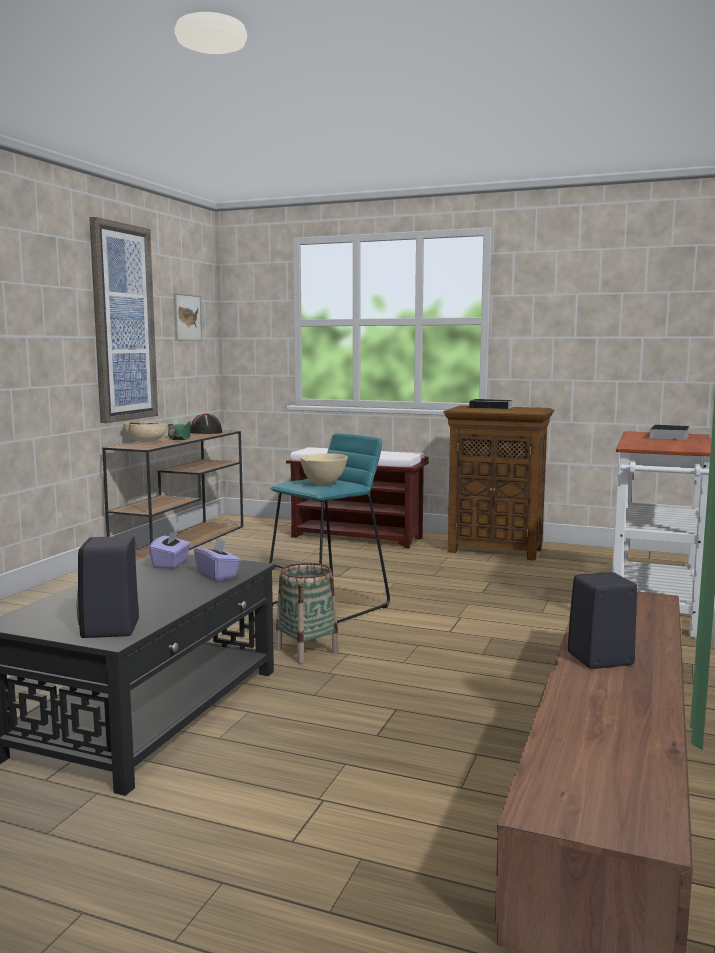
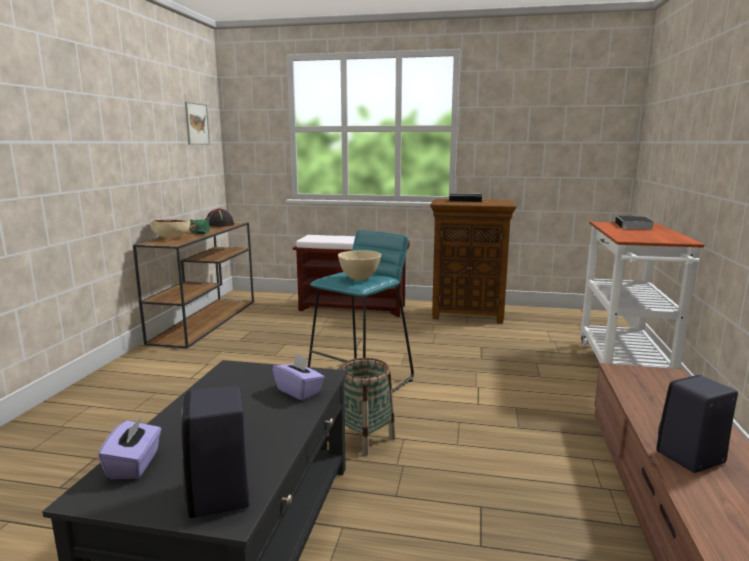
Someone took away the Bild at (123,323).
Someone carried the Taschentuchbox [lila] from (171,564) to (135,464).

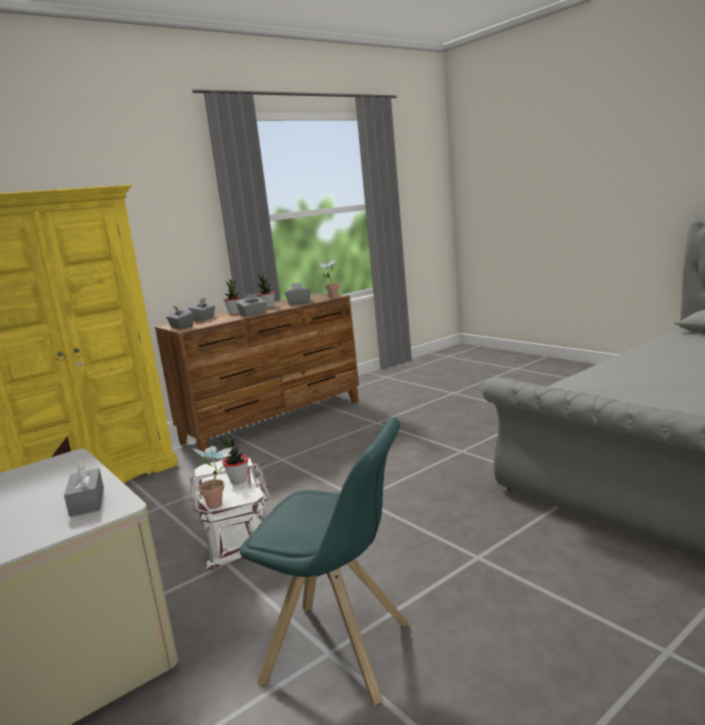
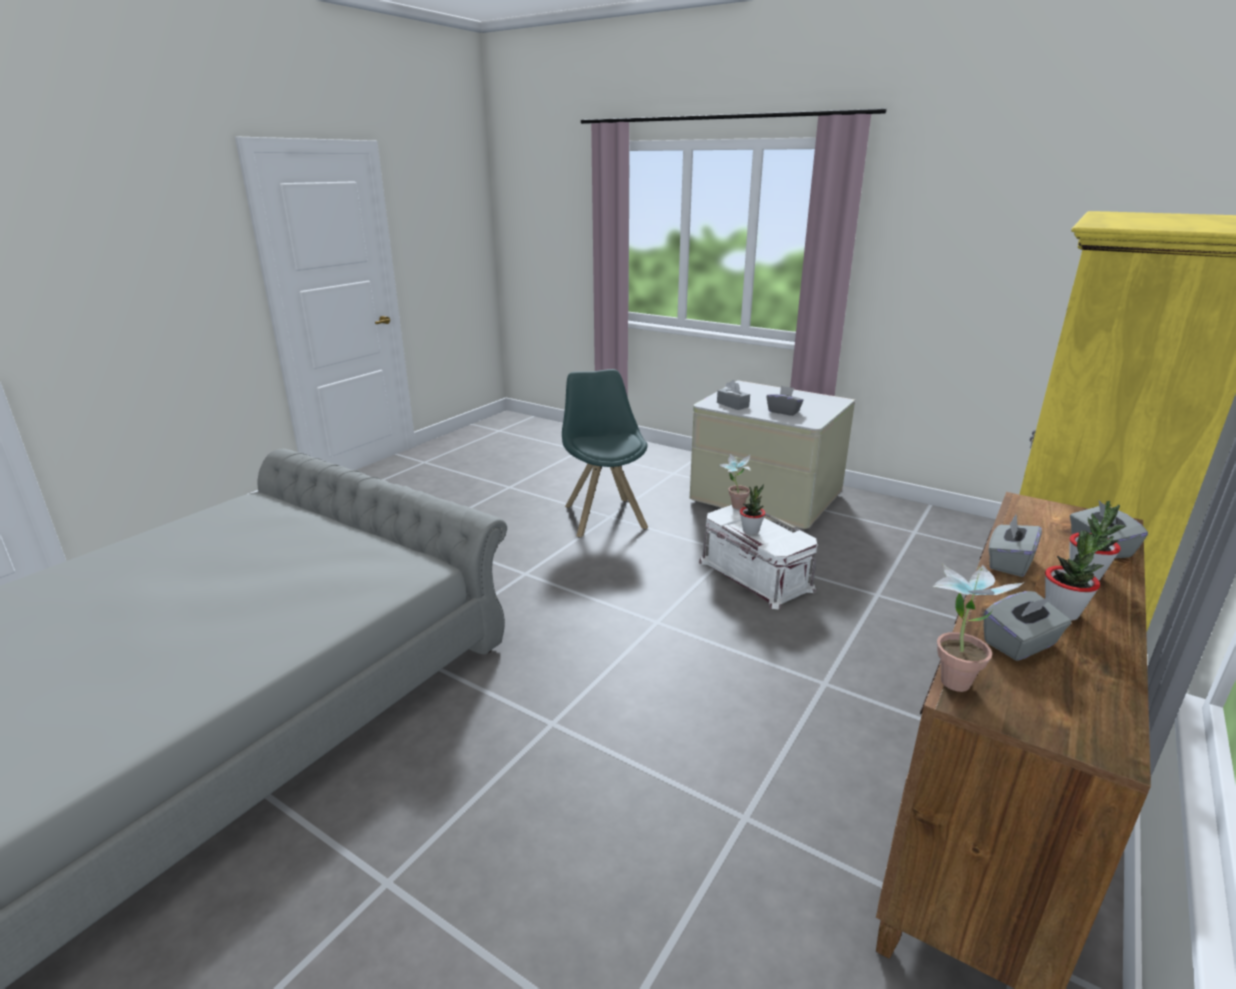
Someone carried the Taschentuchbox [grau] from (181,327) to (783,411).
Someone rotated the Stuhl [türkis] at (339,652) by 75 degrees clockwise.

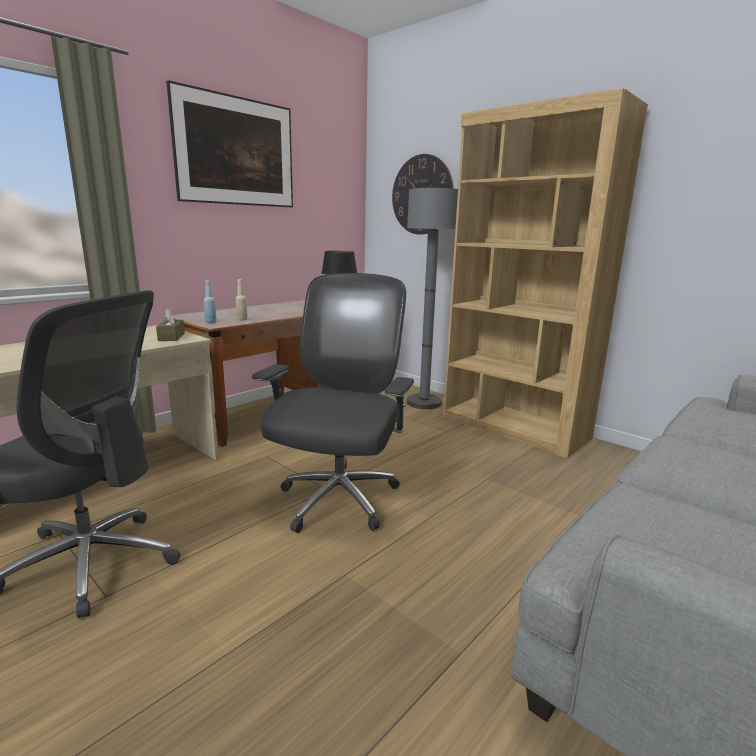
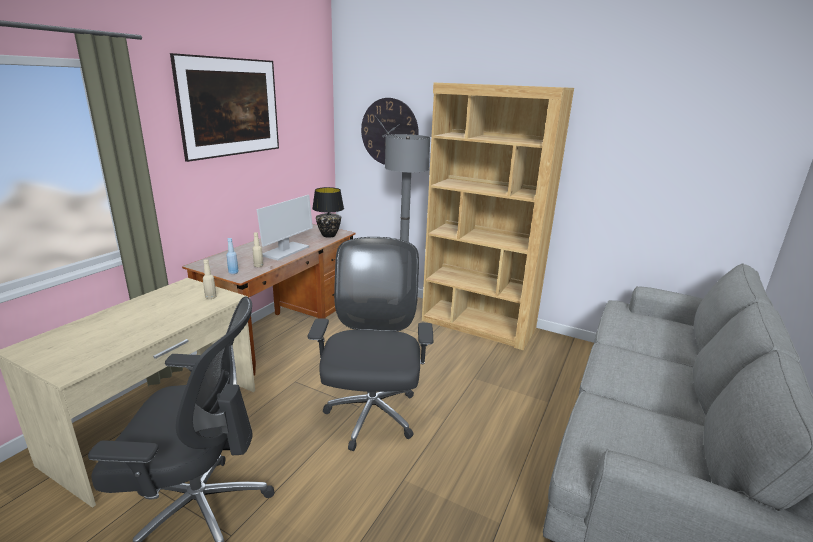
Someone swapped the Taschentuchbox [braun] at (171,337) for the Flasche [beige] at (211,297).
Someone put down the Monitor at (285,251).

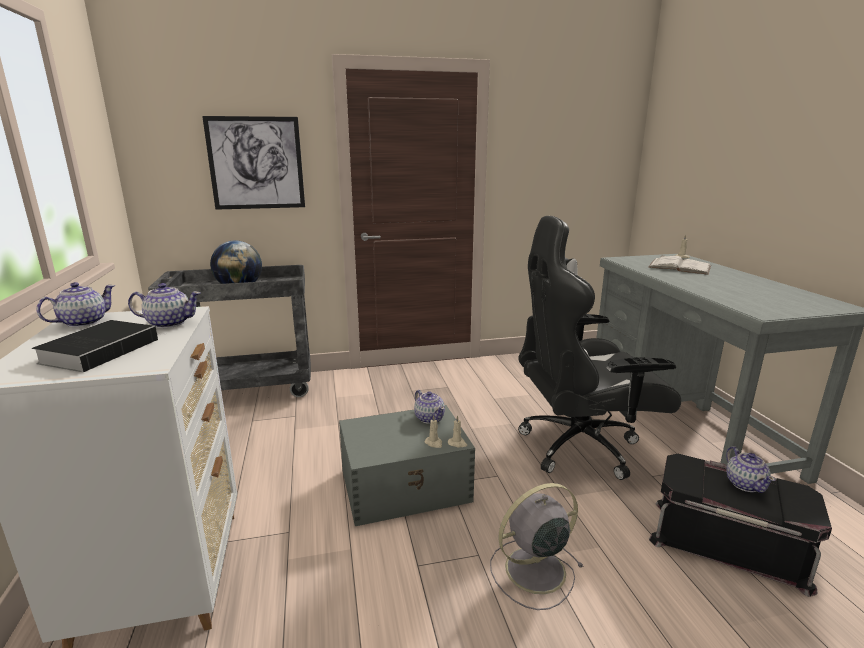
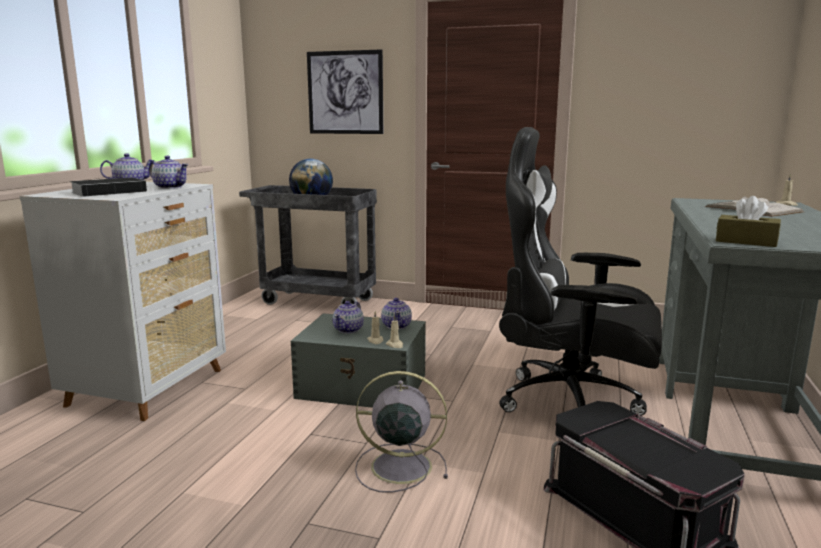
Someone carried the Teekanne from (745,484) to (349,329).
Someone put down the Taschentuchbox [braun] at (746,241).

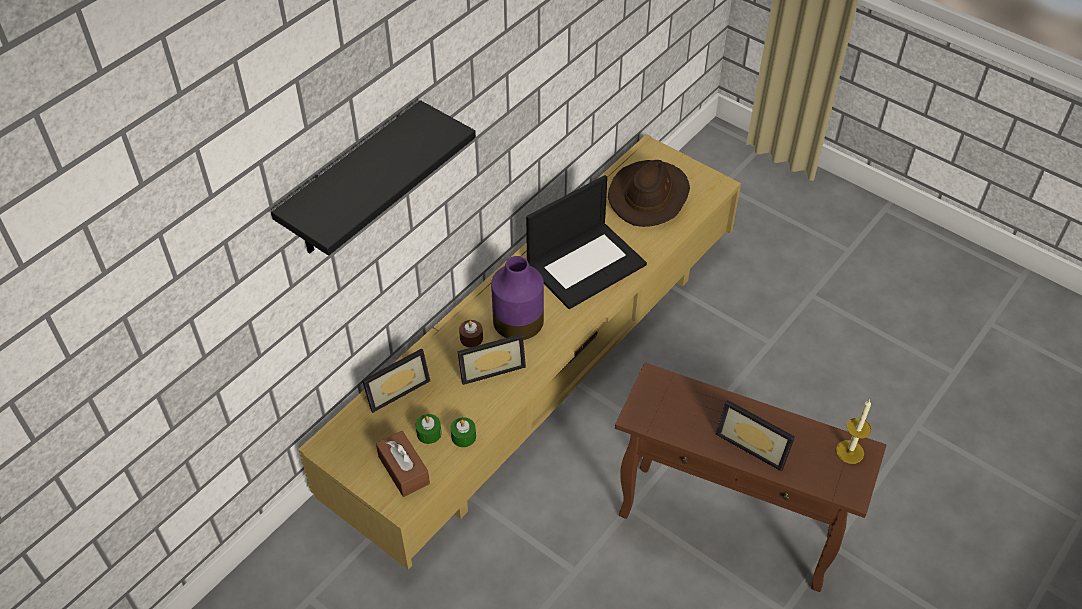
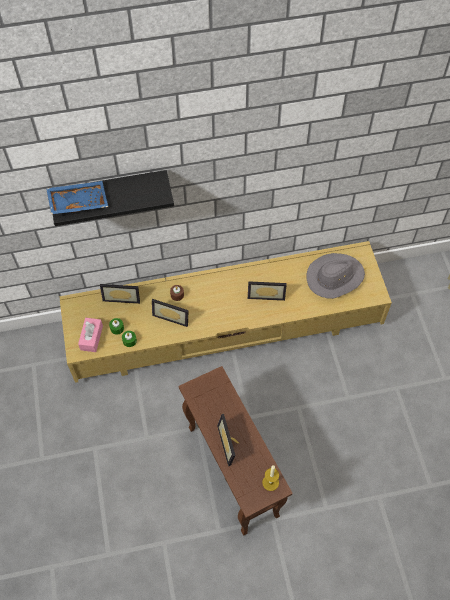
Someone repainted the Hut [braun] at (649,195), which became the Hut [grau] at (335,277).
Someone swapped the Laptop at (586,264) for the Bilderrahmen at (266,293).
Someone took away the Vase [lila] at (519,320).
Someone repainted the Taschentuchbox [braun] at (404,470), which became the Taschentuchbox [rosa] at (91,337).
Someone put down the Tablett [blau] at (78,201).

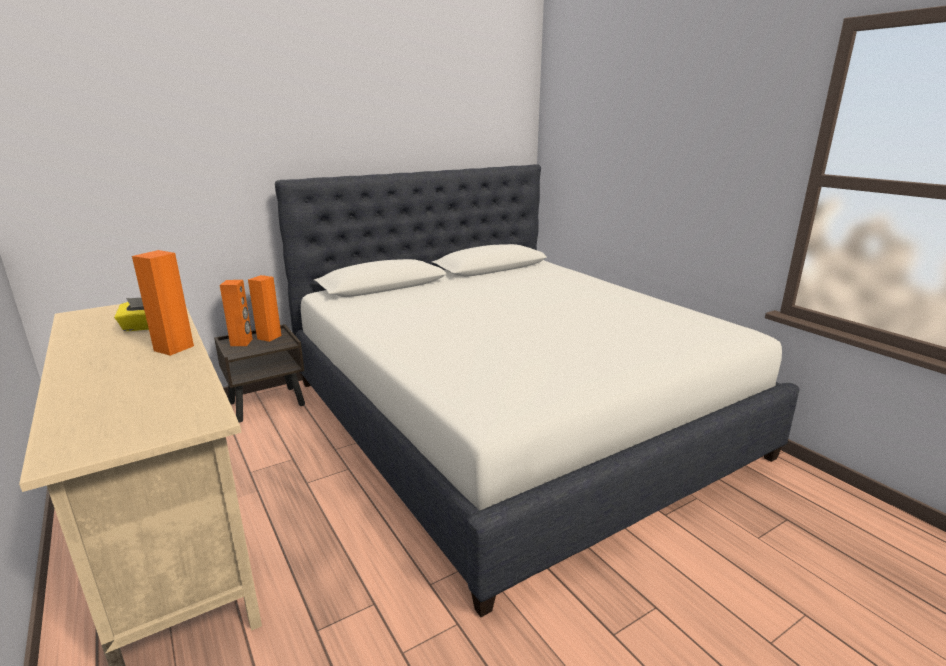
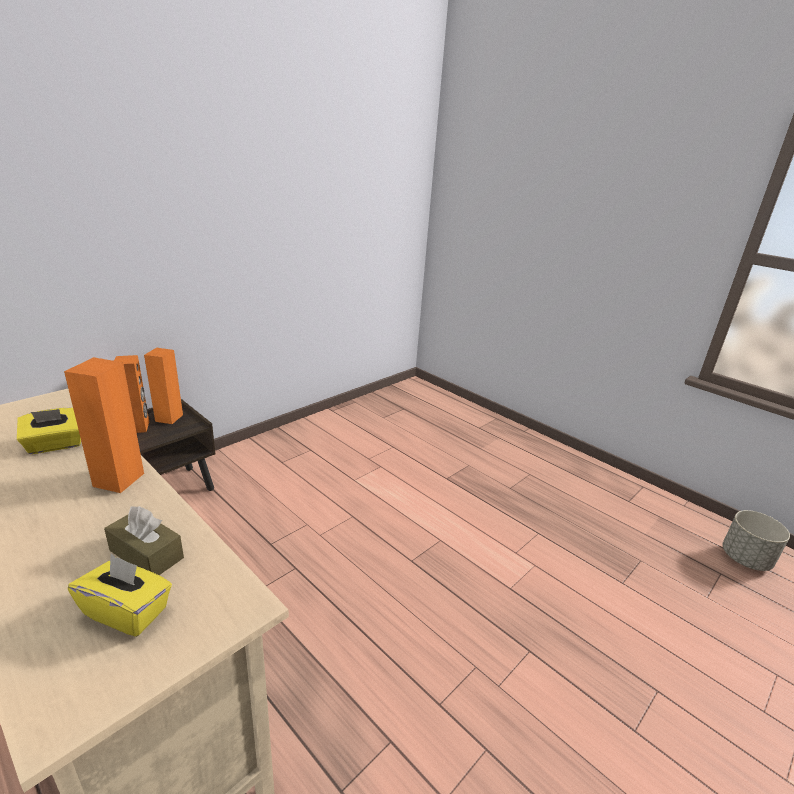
Someone took away the Bett [weiß] at (511,416).
Someone put down the Taschentuchbox [braun] at (146,554).
Someone put down the Pflanzkübel [grau] at (745,558).
Someone put down the Taschentuchbox [gelb] at (127,611).

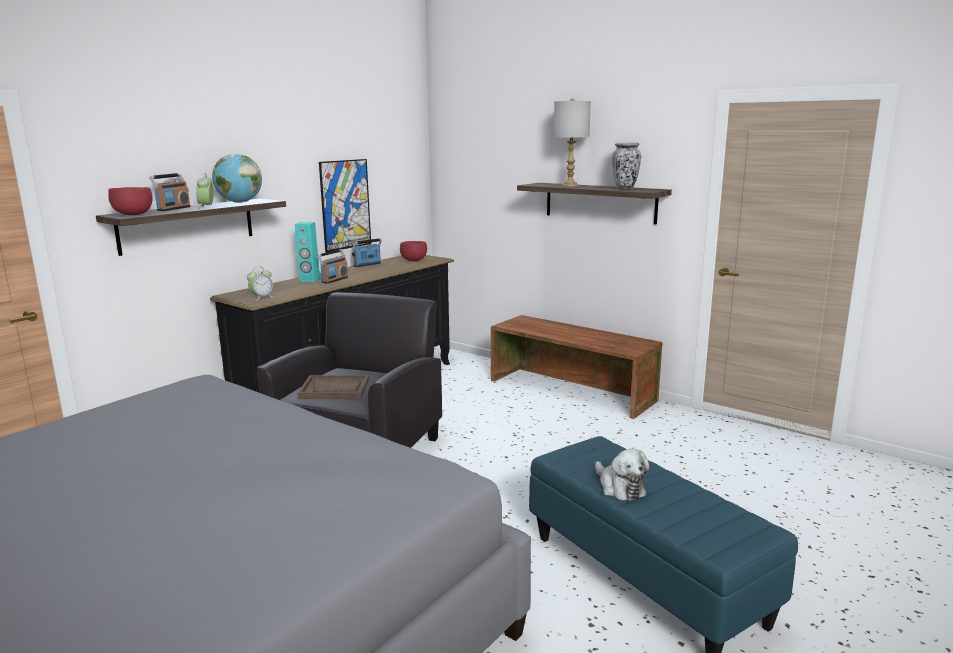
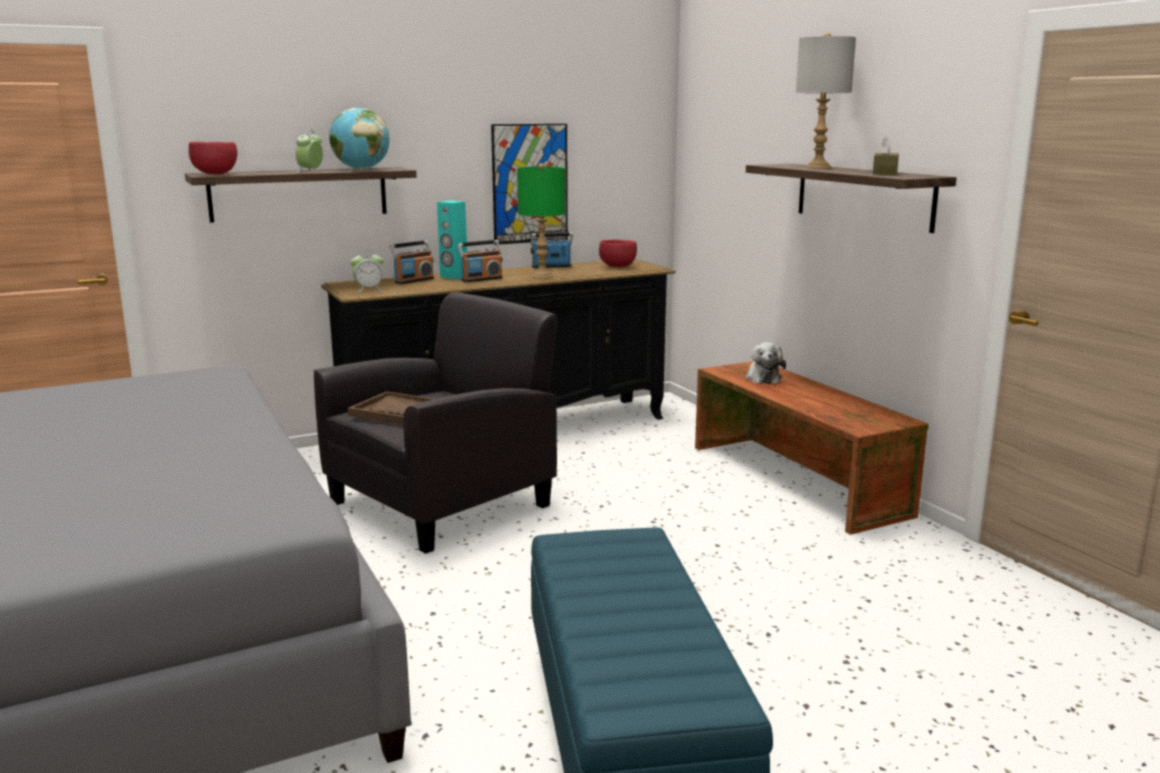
Someone swapped the Vase at (625,188) for the Taschentuchbox [braun] at (885,173).
Someone carried the Radio from (173,209) to (414,280).
Someone carried the Plüschtier from (619,487) to (763,378).
Someone put down the Tischlampe [grün] at (542,276).

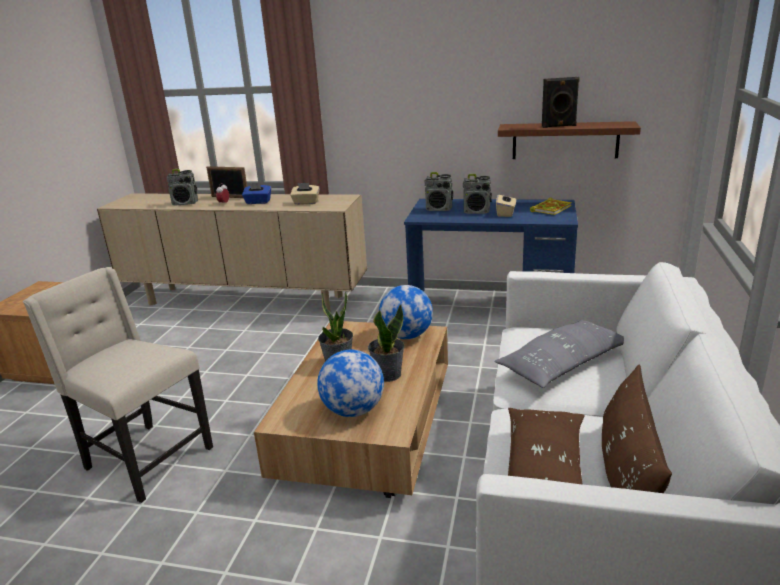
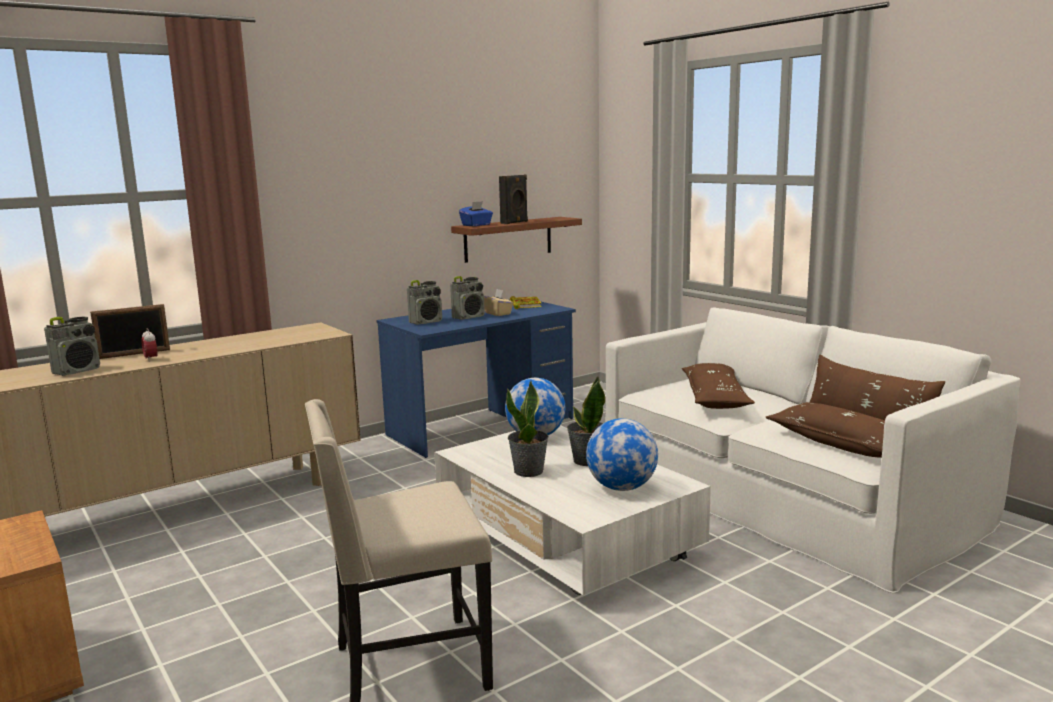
Someone carried the Taschentuchbox [blau] from (258,202) to (476,225).
Someone took away the Taschentuchbox [beige] at (306,202).
Someone repainted the Kissen [grau] at (563,364), which became the Kissen [braun] at (715,398).
Someone repainted the Couchtisch [braun] at (367,426), which became the Couchtisch [weiß] at (564,535).

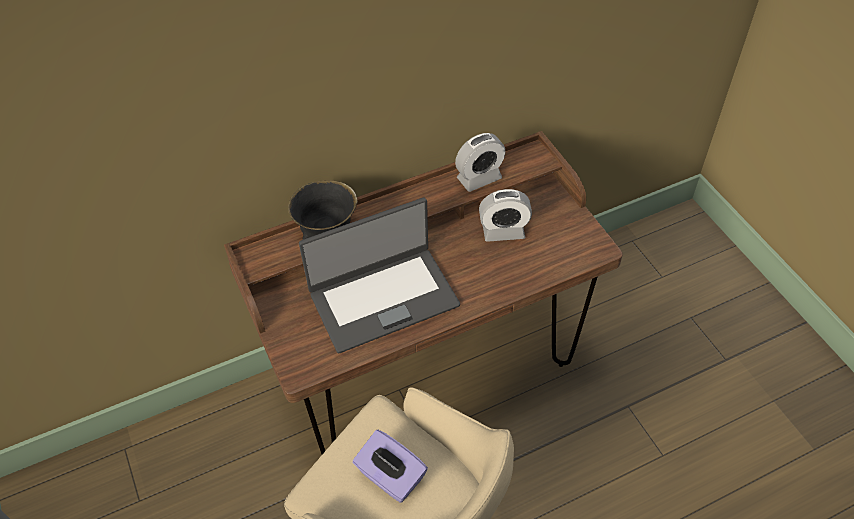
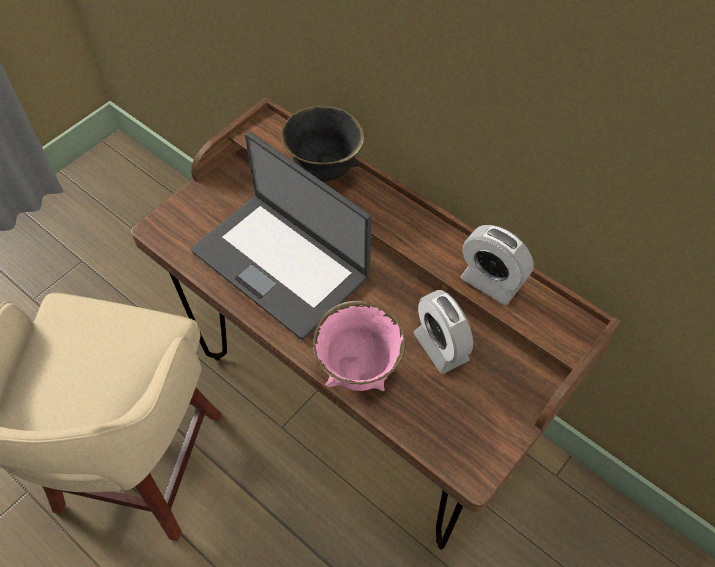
Someone took away the Taschentuchbox [lila] at (390,477).
Someone put down the Schüssel [rosa] at (359,370).

